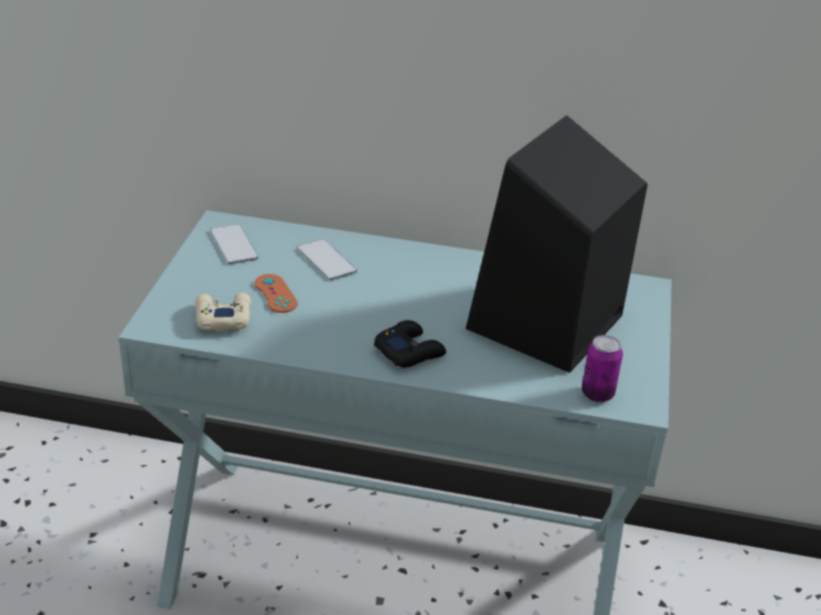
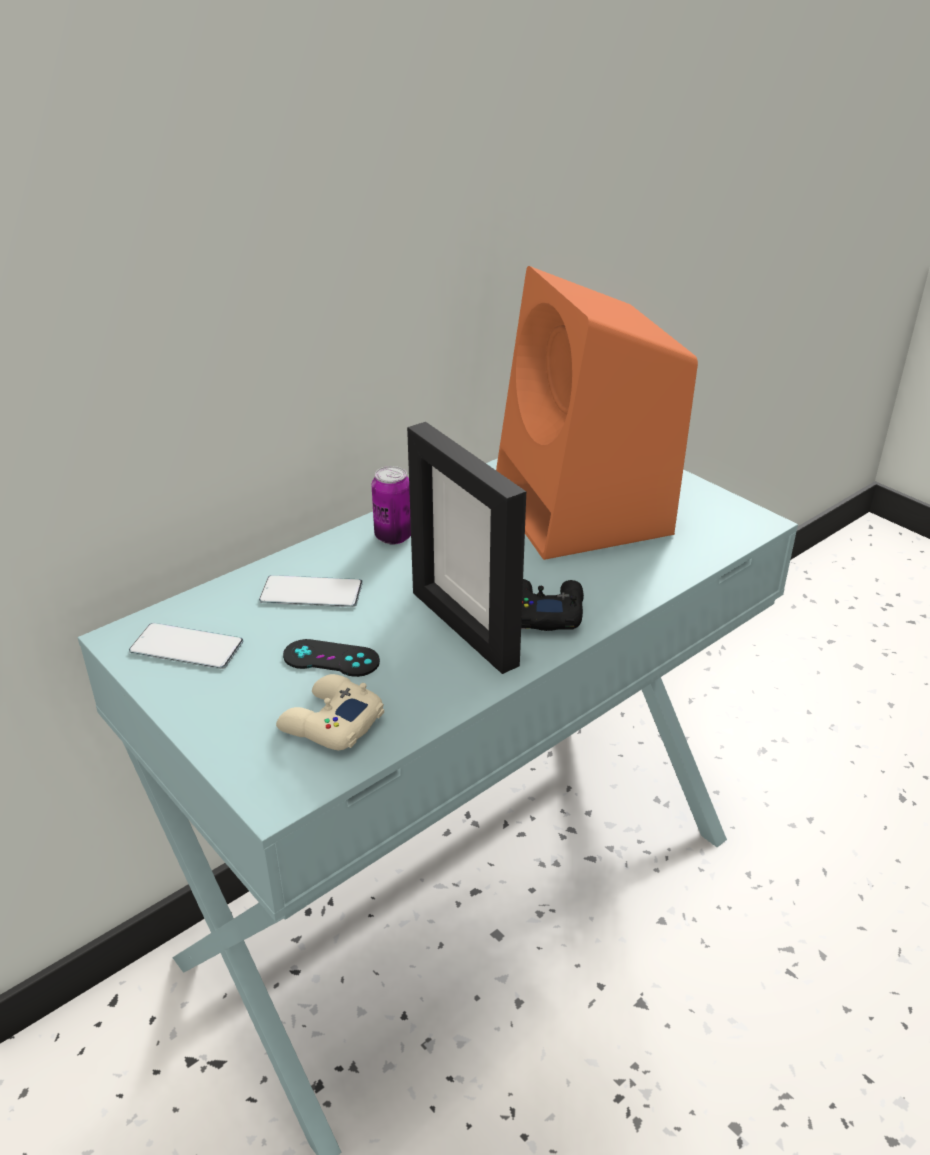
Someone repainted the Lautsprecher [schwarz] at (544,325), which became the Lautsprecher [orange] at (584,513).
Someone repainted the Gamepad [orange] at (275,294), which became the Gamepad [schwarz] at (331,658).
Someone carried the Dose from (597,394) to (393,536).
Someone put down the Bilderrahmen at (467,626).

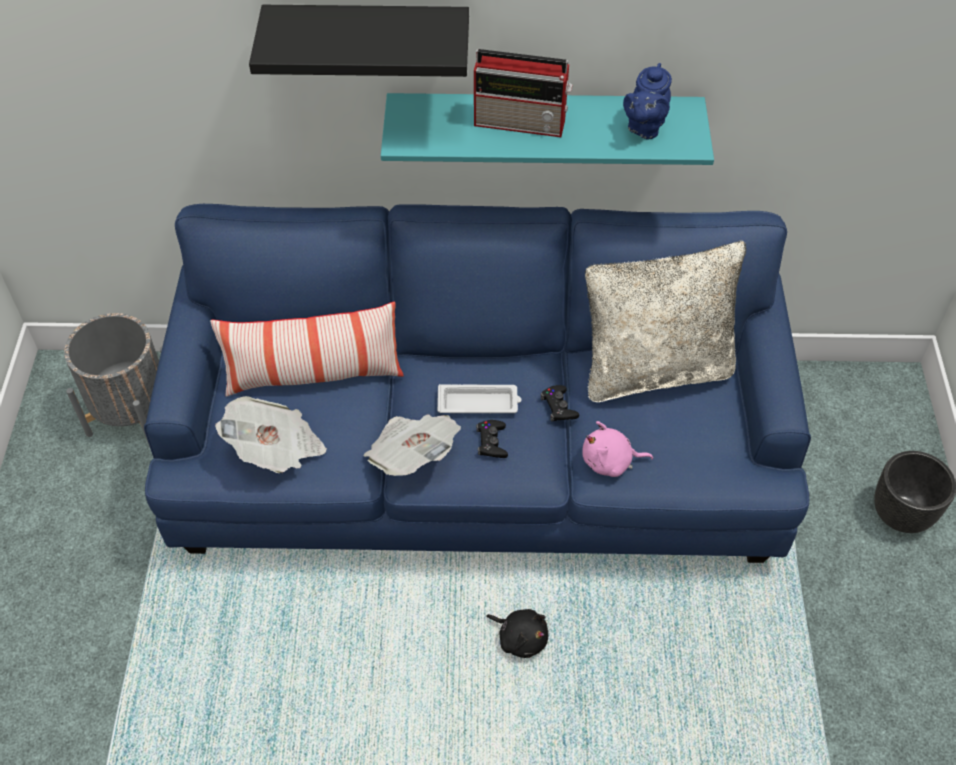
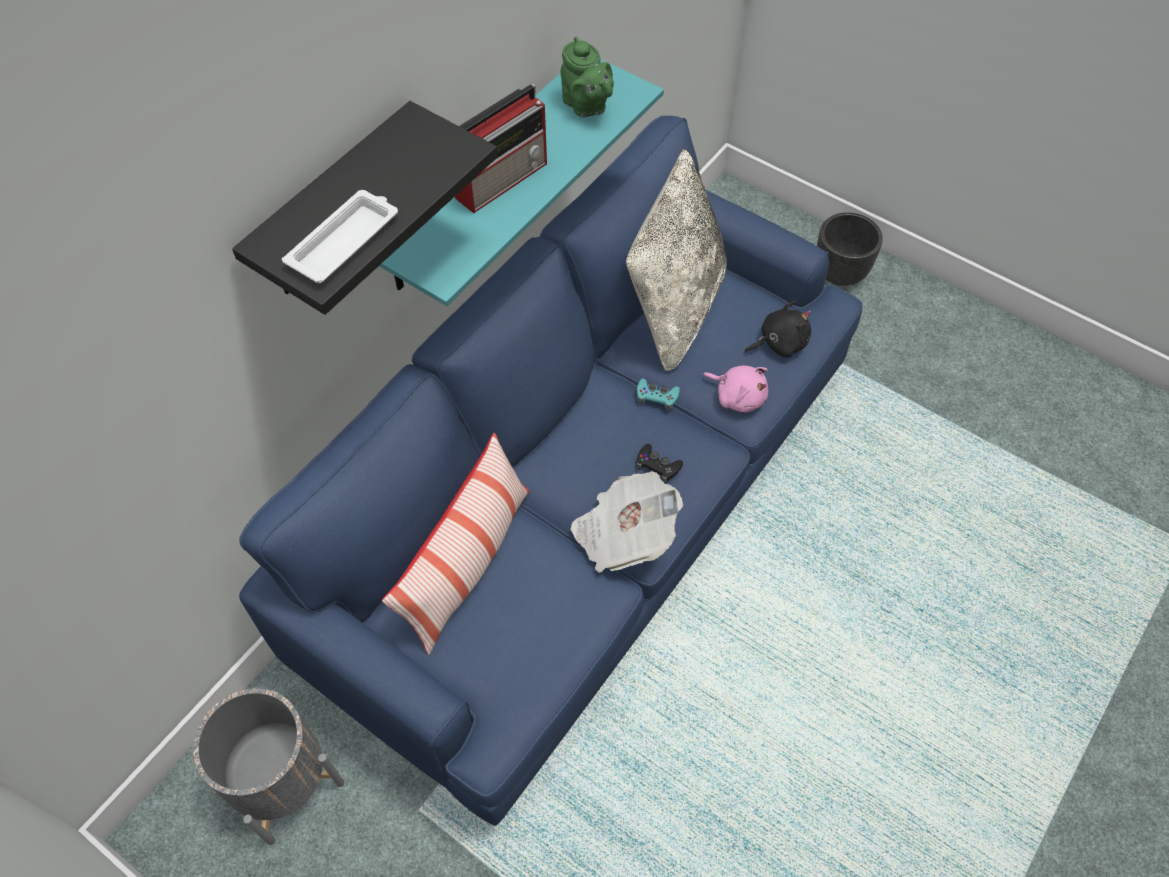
Someone repainted the Teekanne [blau] at (644,127), which became the Teekanne [grün] at (586,106).
Someone carried the Tablett [weiß] from (479,403) to (345,241).
Someone repainted the Gamepad [schwarz] at (559,407), which became the Gamepad [türkis] at (657,396).
Someone took away the Zeitung at (276,449).
Someone rotated the Plüschtier [rosa] at (610,462) by 90 degrees counterclockwise.
Someone carried the Plüschtier [schwarz] from (520,638) to (779,342).

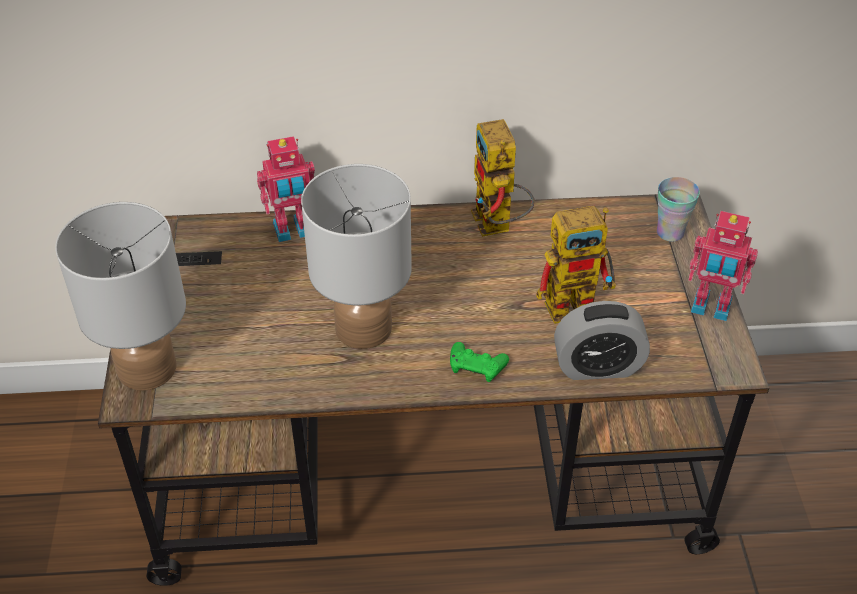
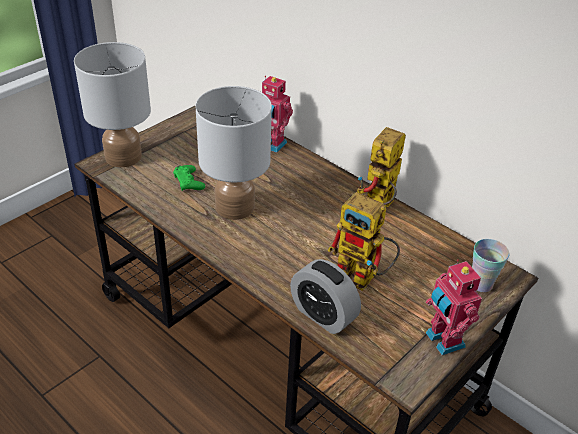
Someone carried the Gamepad [grün] from (477,366) to (189,182).

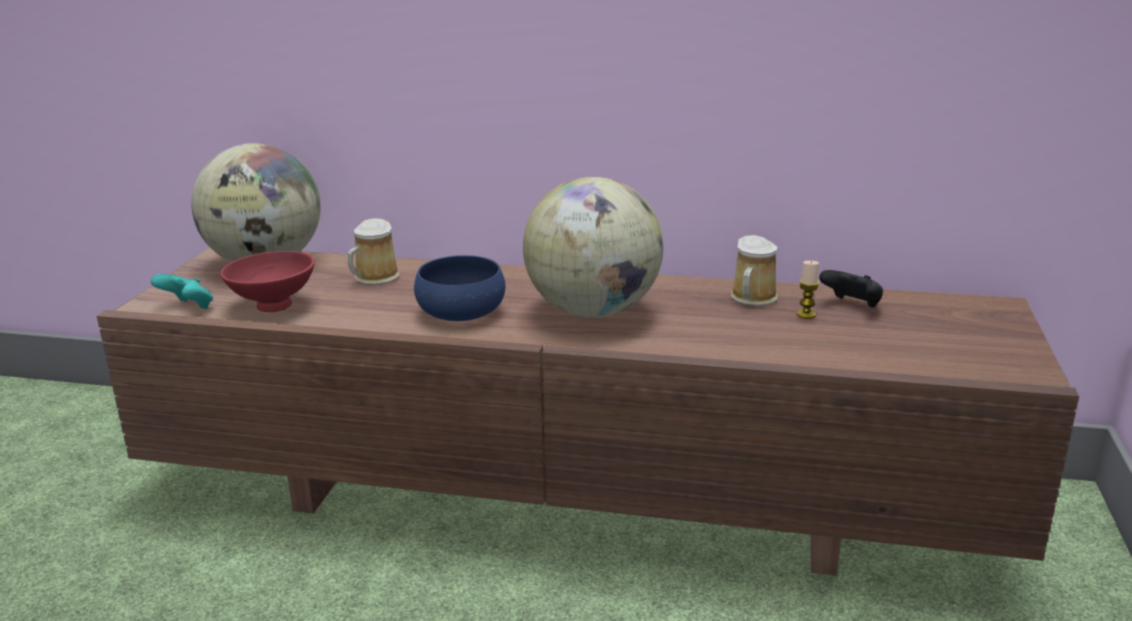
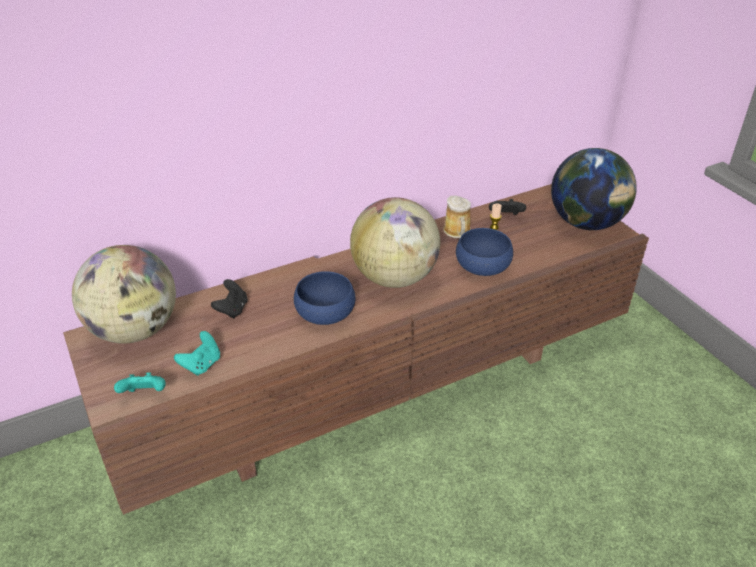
Someone swapped the Henkelbecher at (374,278) for the Gamepad [schwarz] at (232,309).
Someone swapped the Schüssel [rot] at (271,306) for the Gamepad [türkis] at (202,365).
Someone put down the Globus at (586,223).
Someone put down the Schüssel [blau] at (482,265).

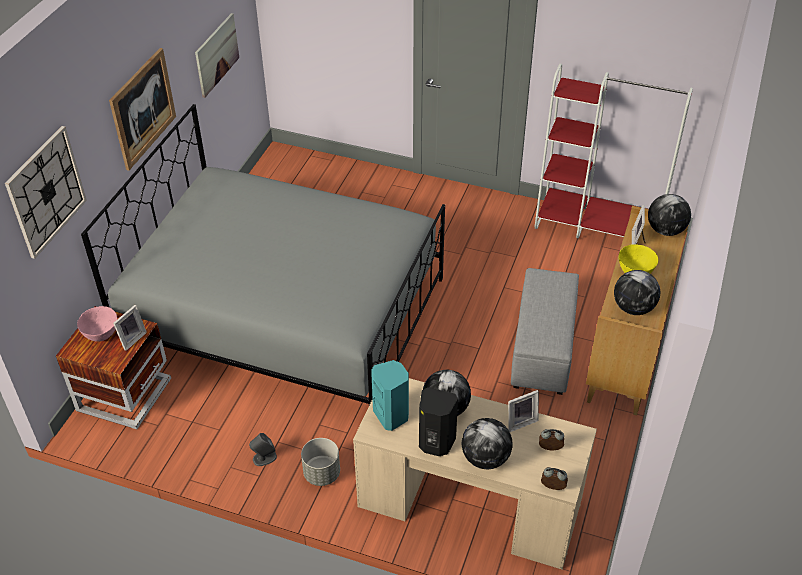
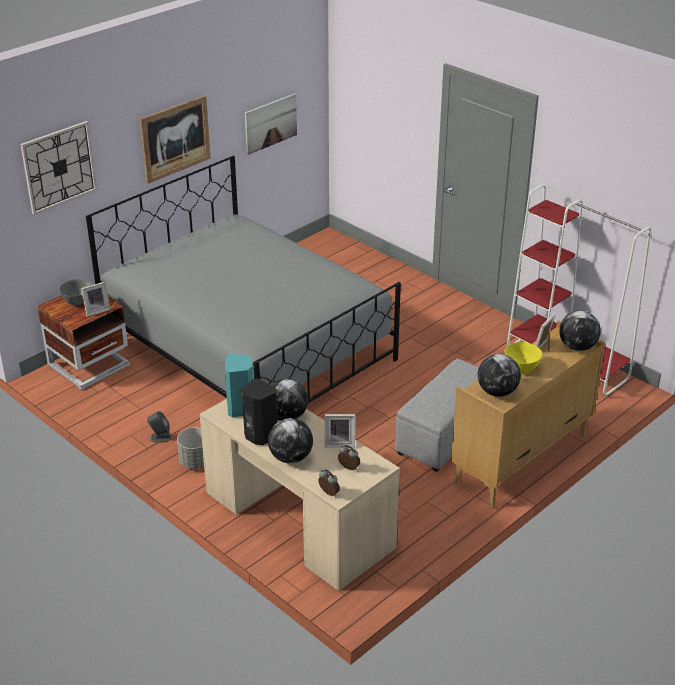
Someone repainted the Schüssel [rosa] at (101,335), which became the Schüssel [grau] at (77,302).

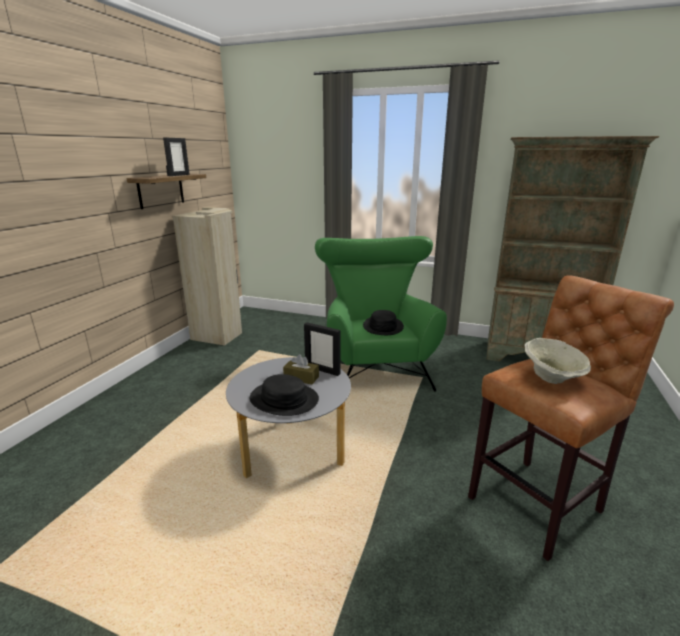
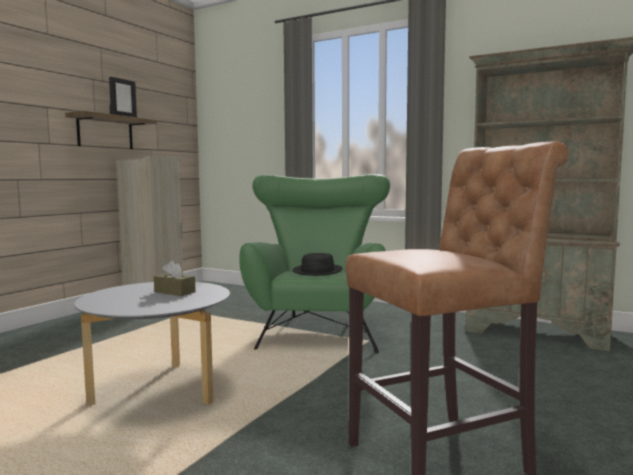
Someone took away the Bilderrahmen at (323,369).
Someone took away the Schüssel [beige] at (552,378).
Someone took away the Hut [schwarz] at (284,399).

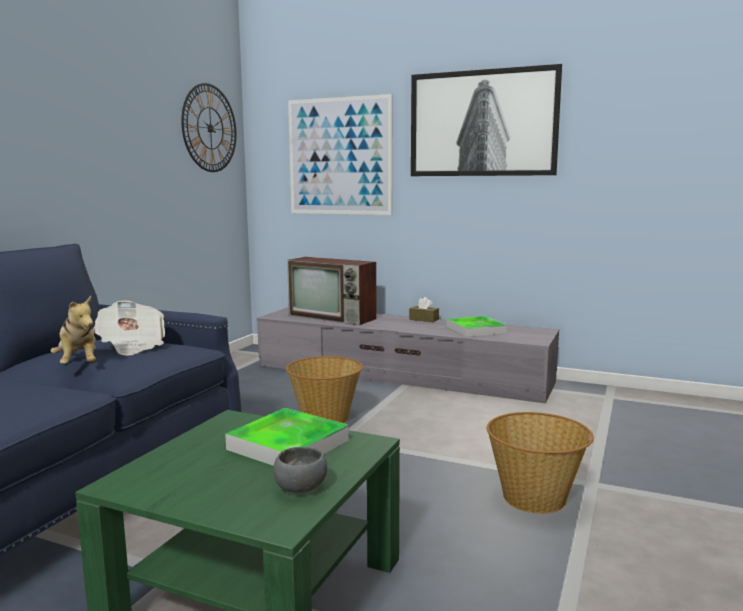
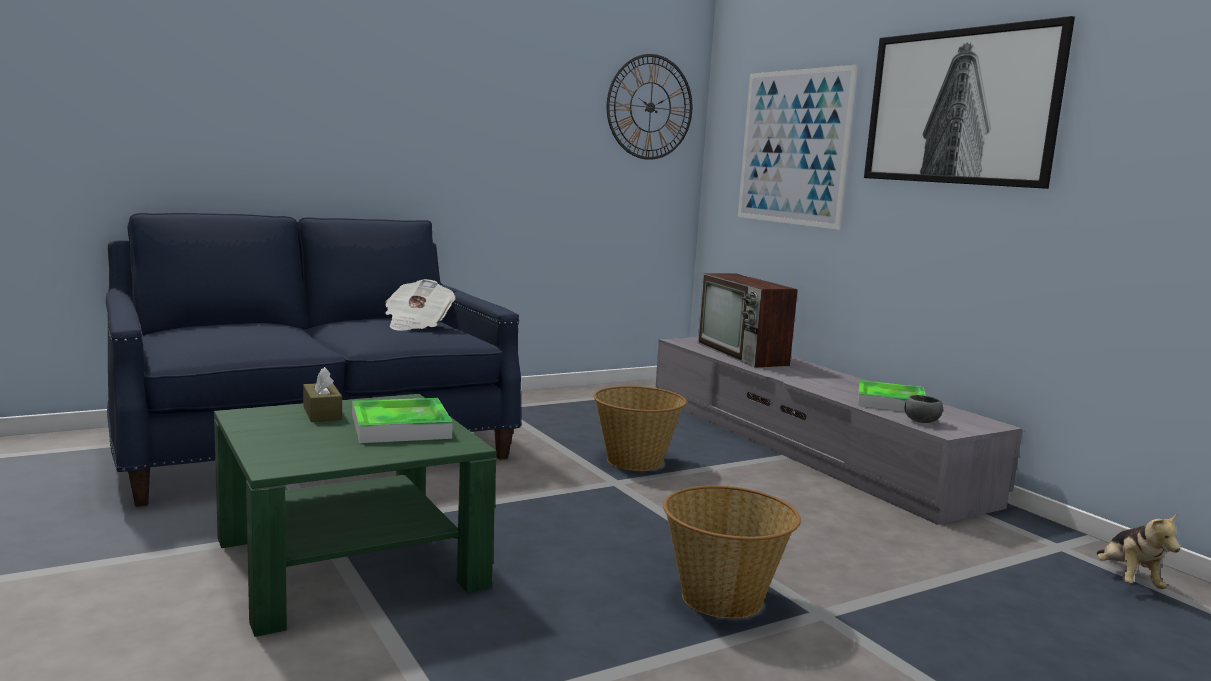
Someone carried the Plüschtier from (79,364) to (1128,580).
Someone carried the Taschentuchbox [braun] from (424,319) to (322,413).
Someone carried the Schüssel [grau] from (302,488) to (922,422).

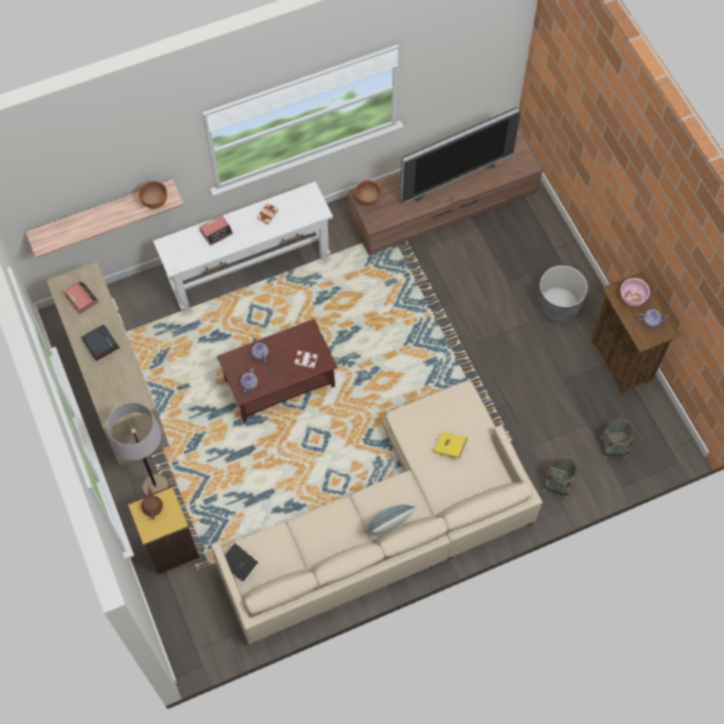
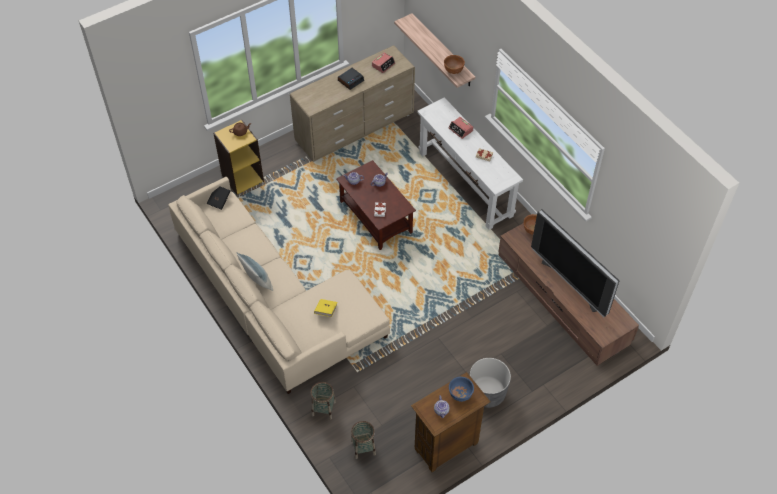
Someone repainted the Schüssel [rosa] at (631,298), which became the Schüssel [blau] at (460,394).
Someone took away the Stehlampe [grau] at (155,487).

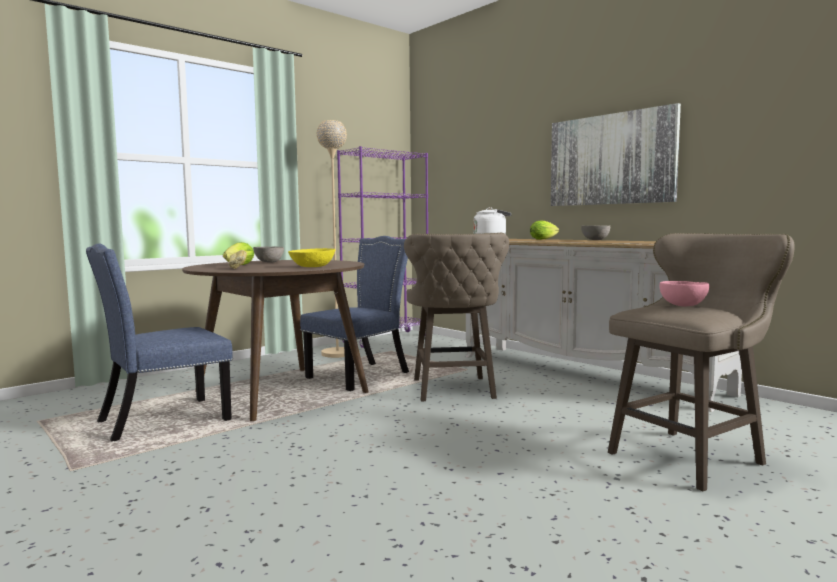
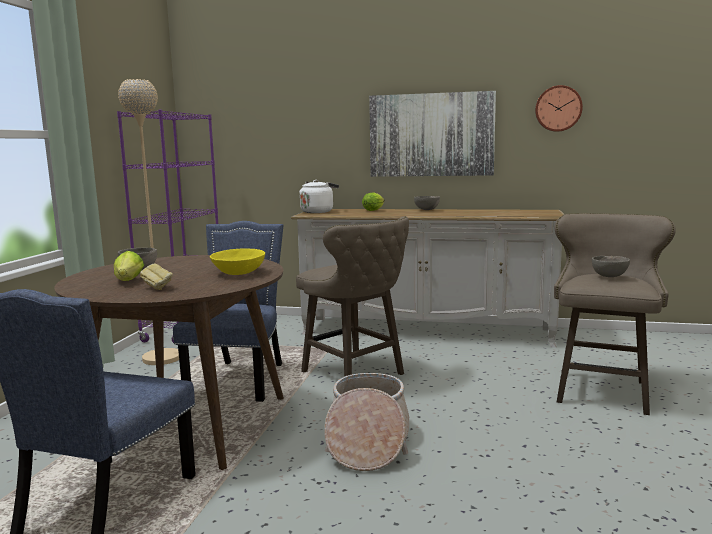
Someone repainted the Schüssel [rosa] at (684,306), which became the Schüssel [grau] at (610,276).
Someone put up the Wanduhr at (558,108).
Someone put down the Korb at (367,441).

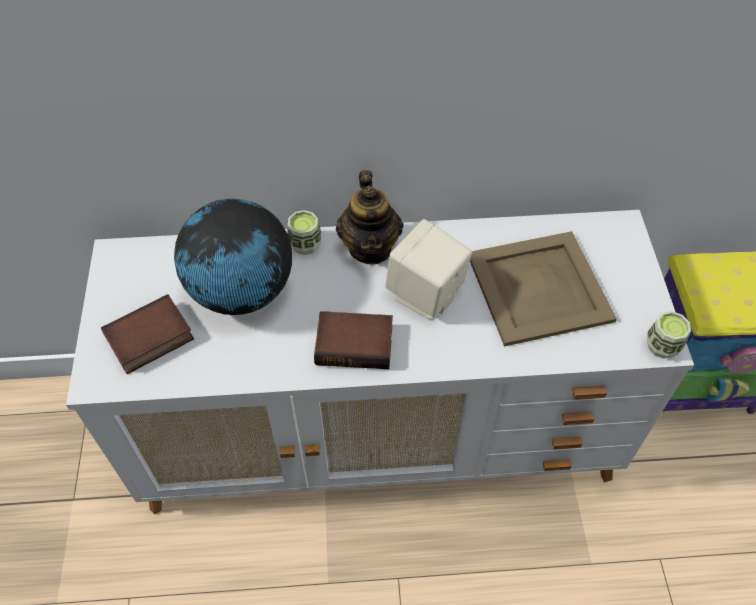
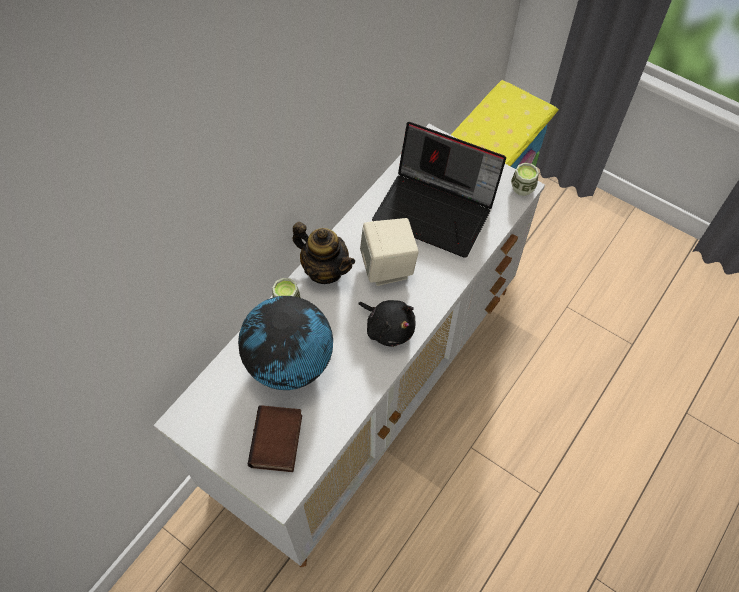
Someone swapped the Tablett [beige] at (540,288) for the Laptop at (436,210).
Someone swapped the Buch at (355,343) for the Plüschtier [schwarz] at (388,328).

